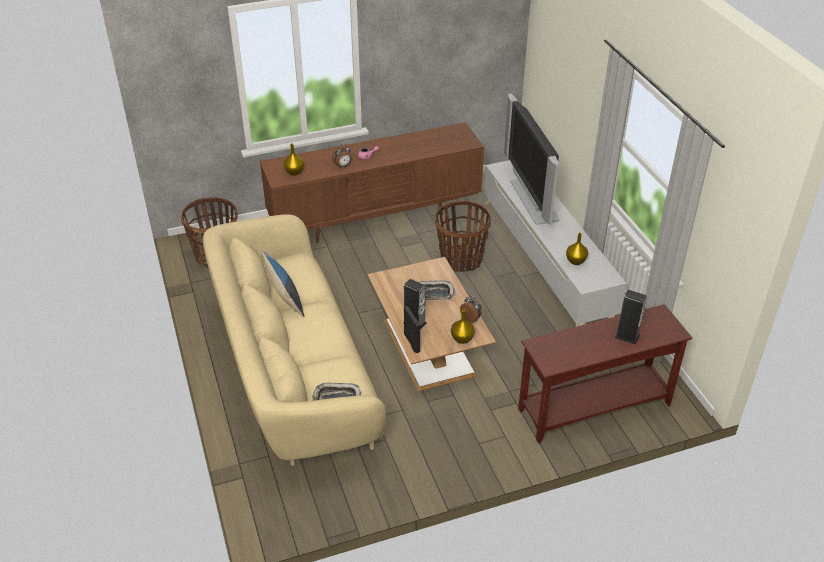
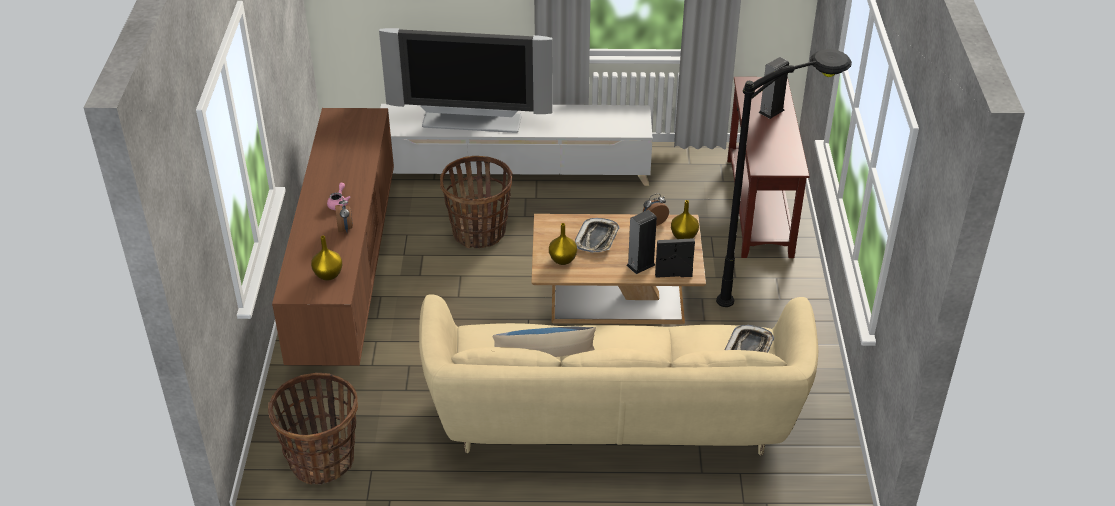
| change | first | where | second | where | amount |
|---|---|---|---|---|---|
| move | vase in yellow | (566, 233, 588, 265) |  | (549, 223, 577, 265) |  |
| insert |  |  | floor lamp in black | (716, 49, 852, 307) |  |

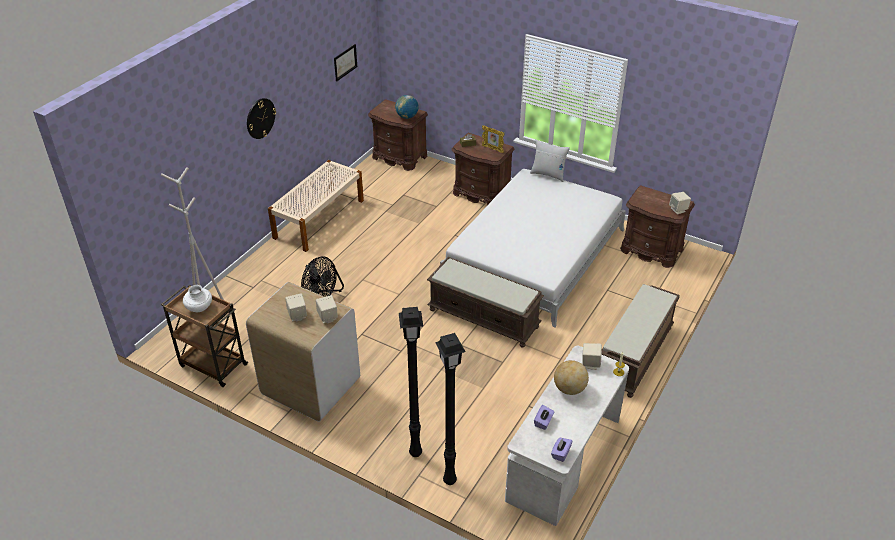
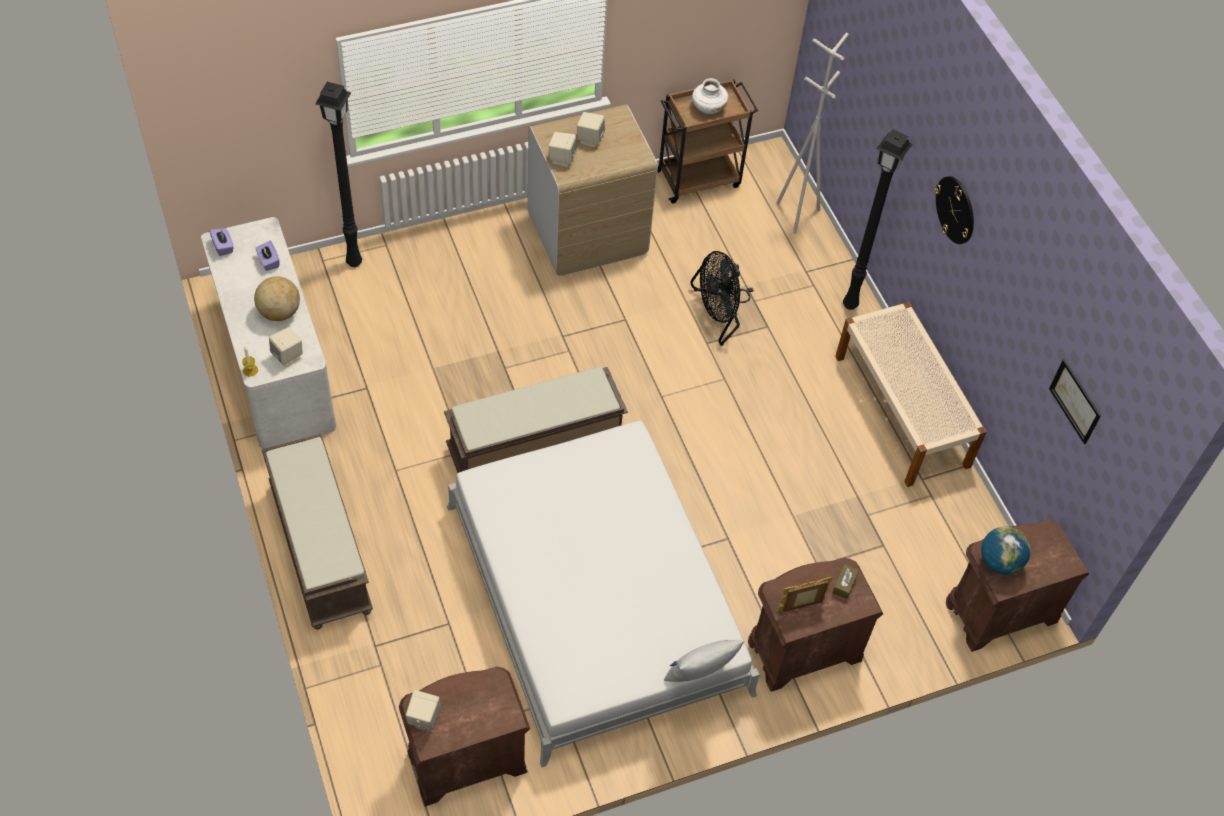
| change | first | where | second | where | amount |
|---|---|---|---|---|---|
| move | floor lamp in black | (399, 307, 423, 457) |  | (843, 129, 913, 310) |  |

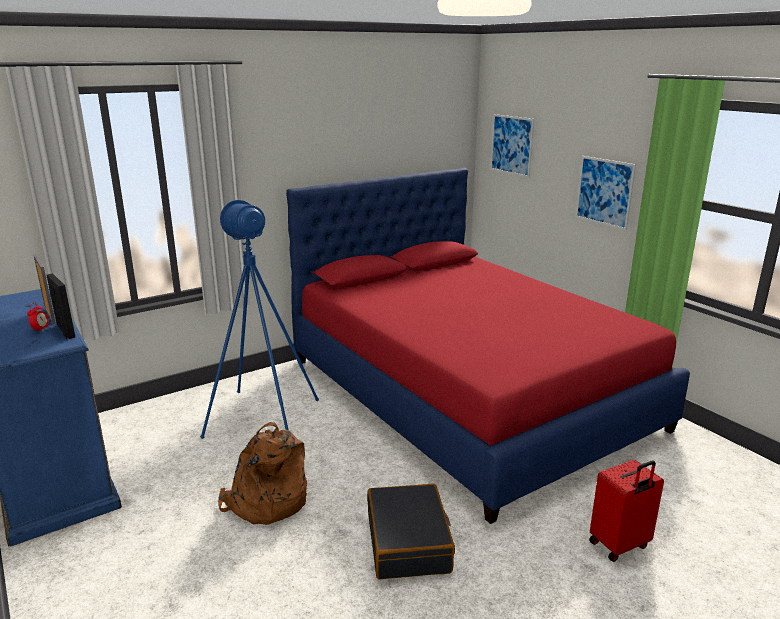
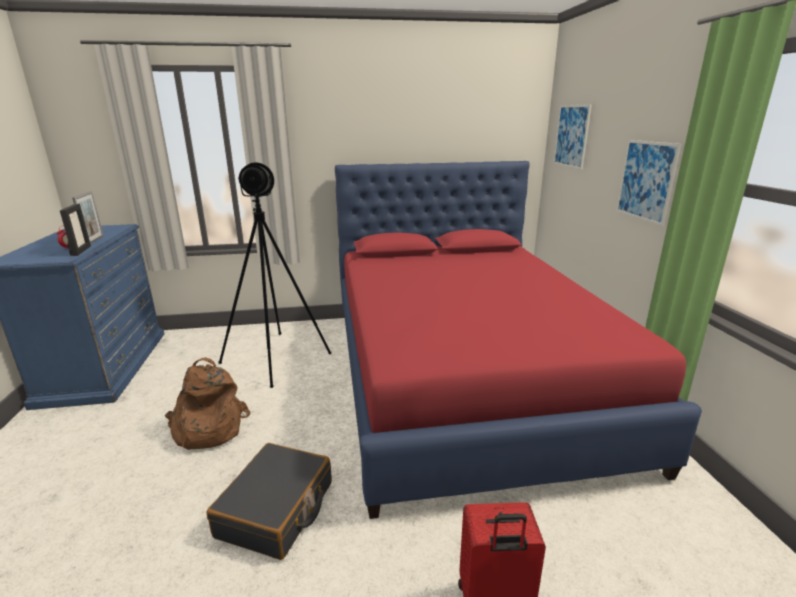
| change | first | where | second | where | amount |
|---|---|---|---|---|---|
| recolor | floor lamp in blue | (200, 200, 319, 439) | floor lamp in black | (218, 163, 331, 388) |  |

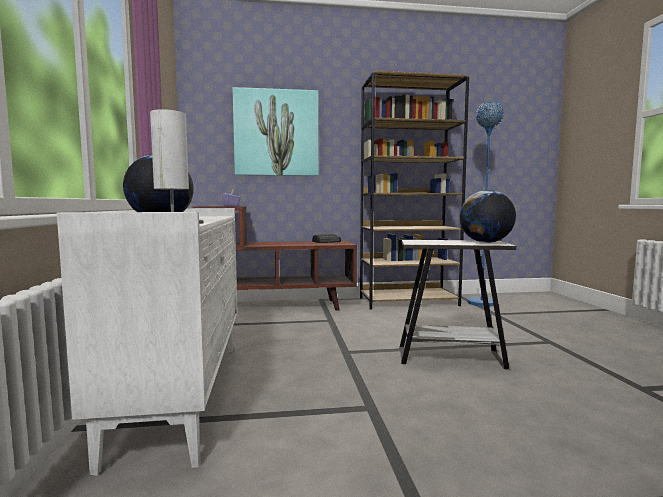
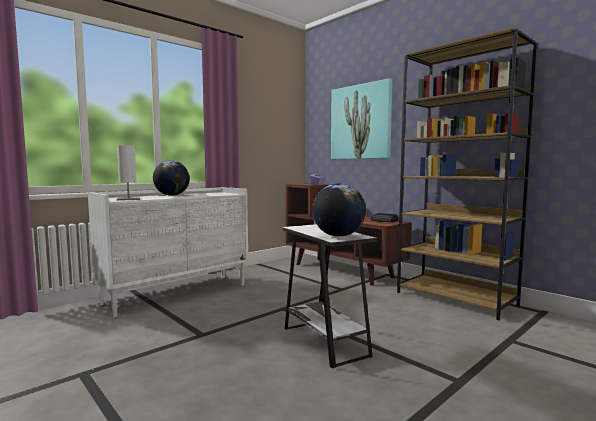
| change | first | where | second | where | amount |
|---|---|---|---|---|---|
| delete | floor lamp in blue | (467, 102, 504, 307) |  |  |  |

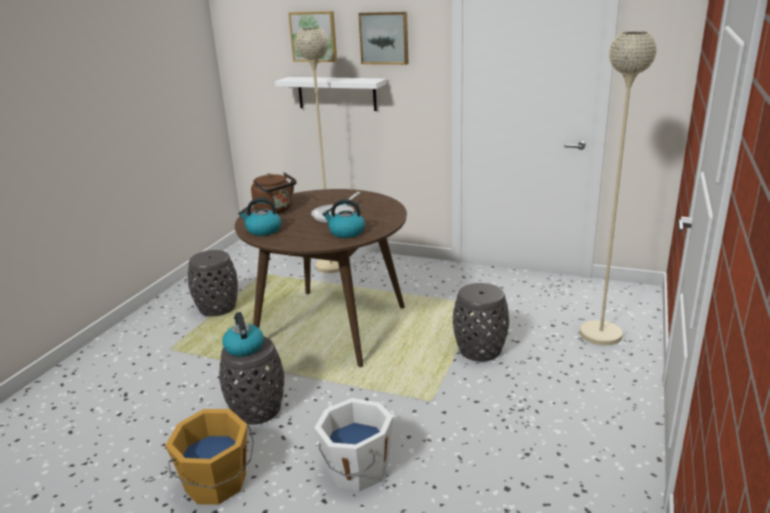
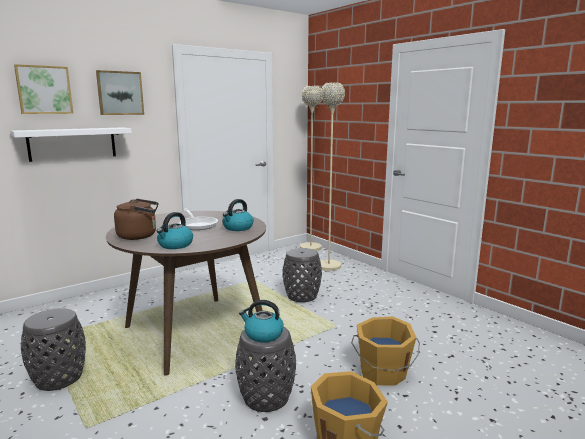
| change | first | where | second | where | amount |
|---|---|---|---|---|---|
| move | floor lamp in beige | (295, 28, 340, 273) |  | (300, 86, 322, 251) |  |
| recolor | bucket in white | (314, 398, 393, 492) | bucket in orange | (351, 316, 420, 386) |  |

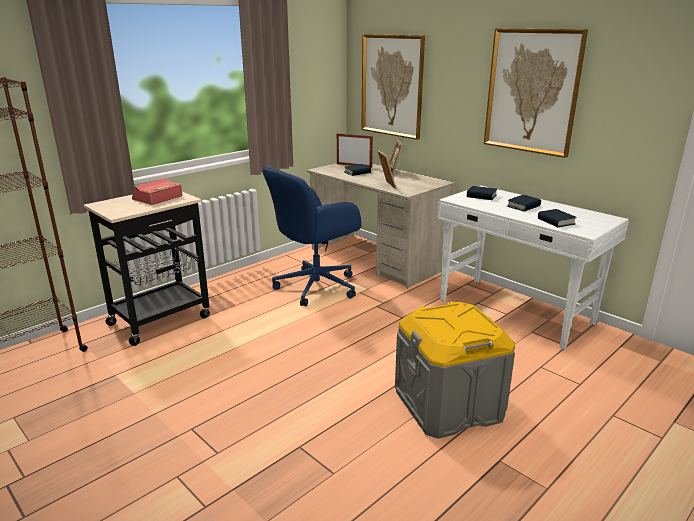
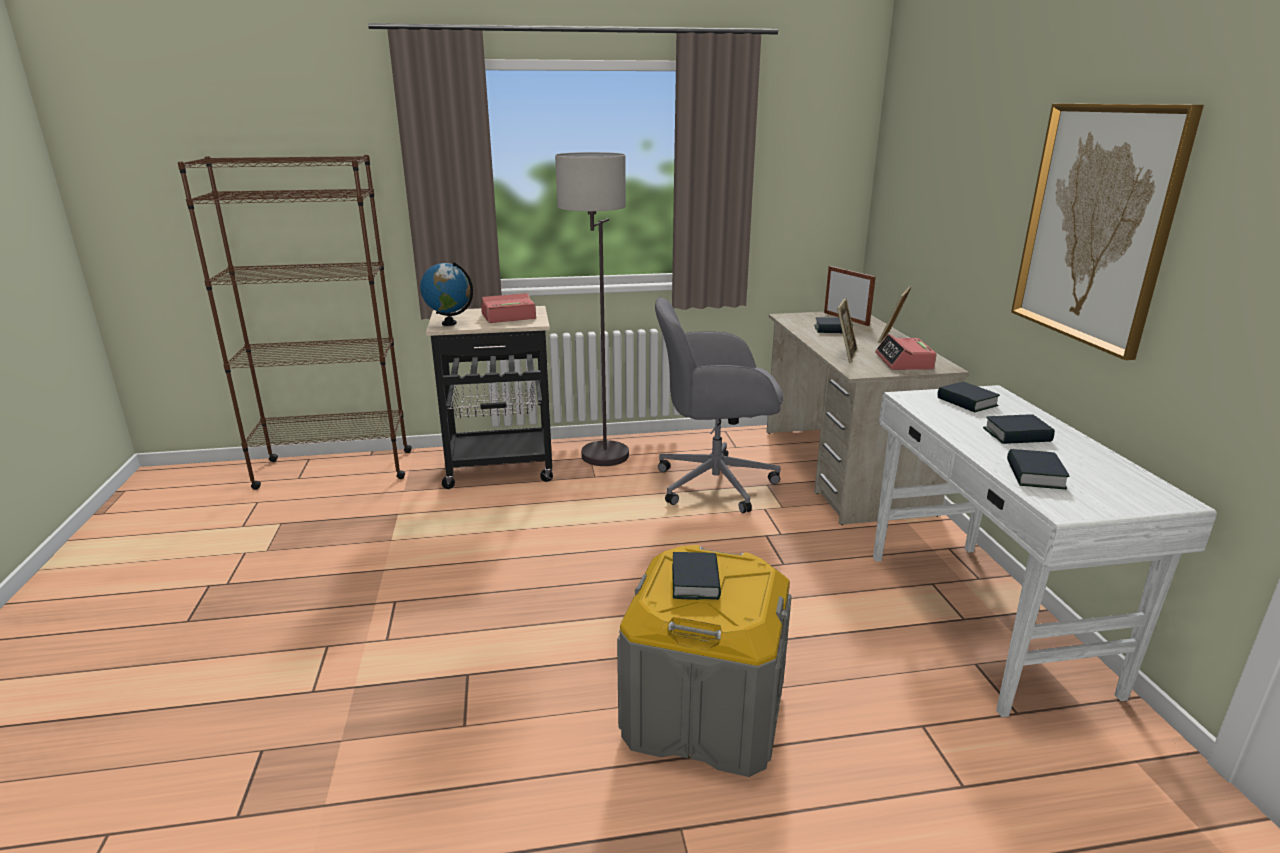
| change | first | where | second | where | amount |
|---|---|---|---|---|---|
| delete | picture | (361, 34, 425, 140) |  |  |  |
| recolor | office chair in blue | (262, 167, 362, 306) | office chair in grey | (655, 297, 783, 513) |  |
| insert |  |  | floor lamp in grey | (555, 152, 629, 466) |  |
| insert |  |  | globe | (420, 262, 473, 326) |  |
| insert |  |  | alarm clock | (875, 334, 937, 370) |  |
| insert |  |  | book | (672, 552, 721, 600) |  |

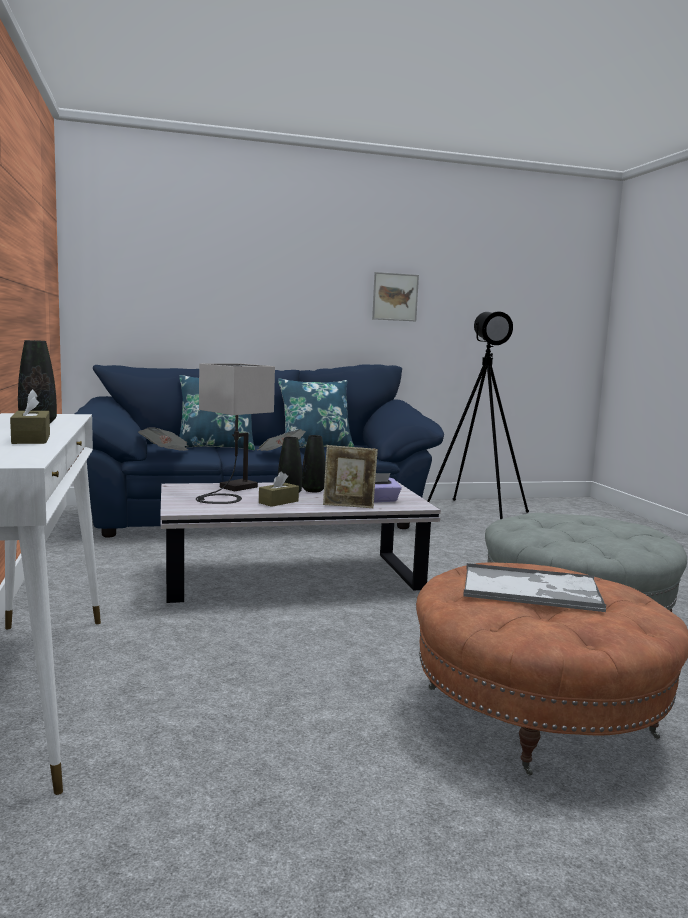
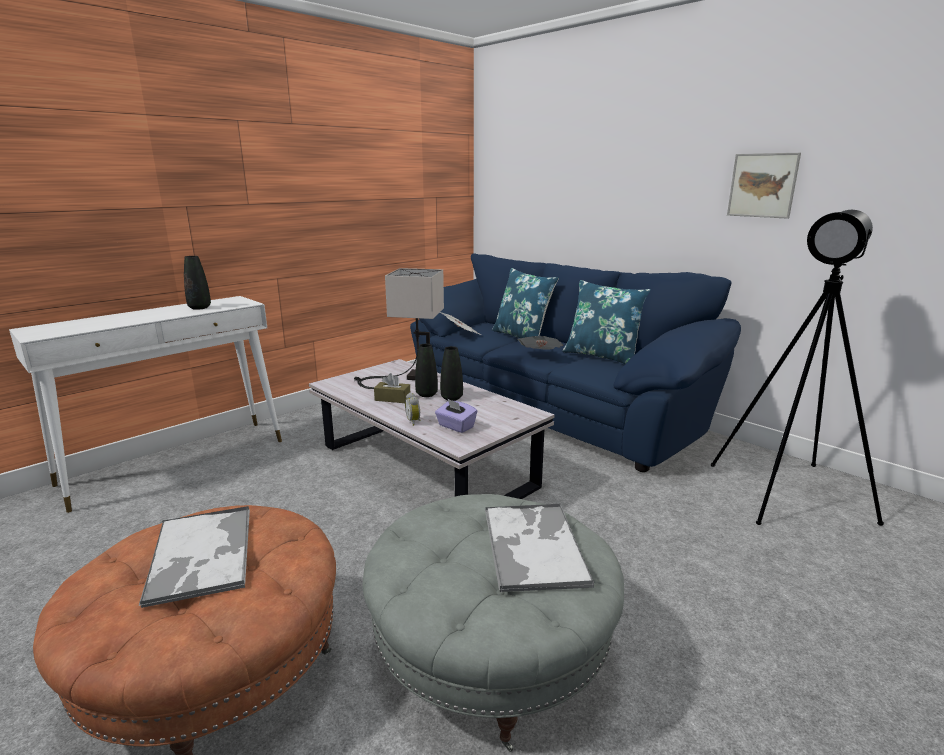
| change | first | where | second | where | amount |
|---|---|---|---|---|---|
| delete | tissue box in brown | (10, 389, 50, 444) |  |  |  |
| replace | picture frame | (323, 445, 378, 508) | alarm clock | (405, 393, 421, 426) |  |
| insert |  |  | tray | (485, 504, 594, 592) |  |

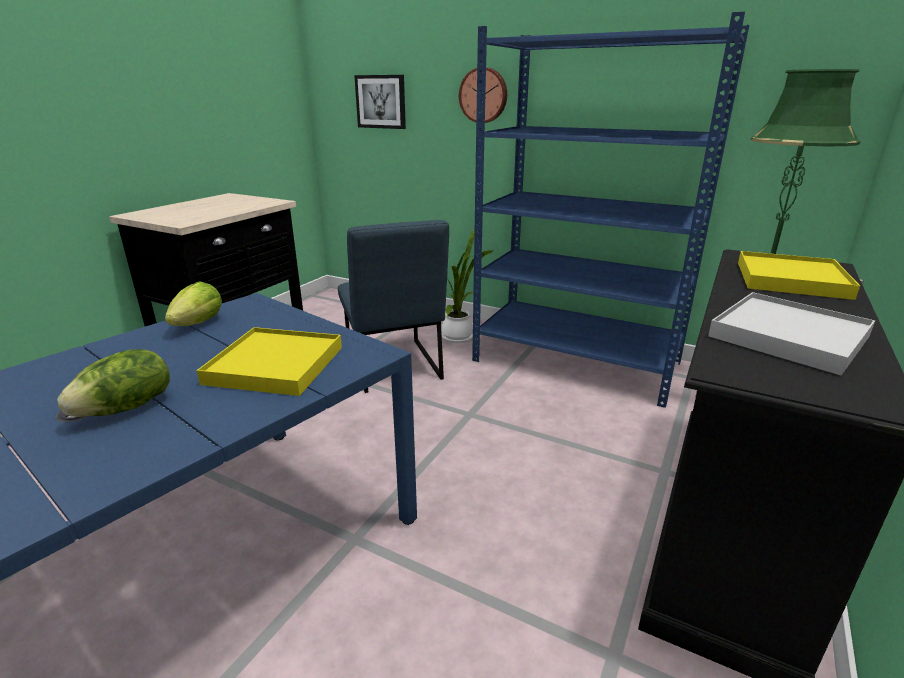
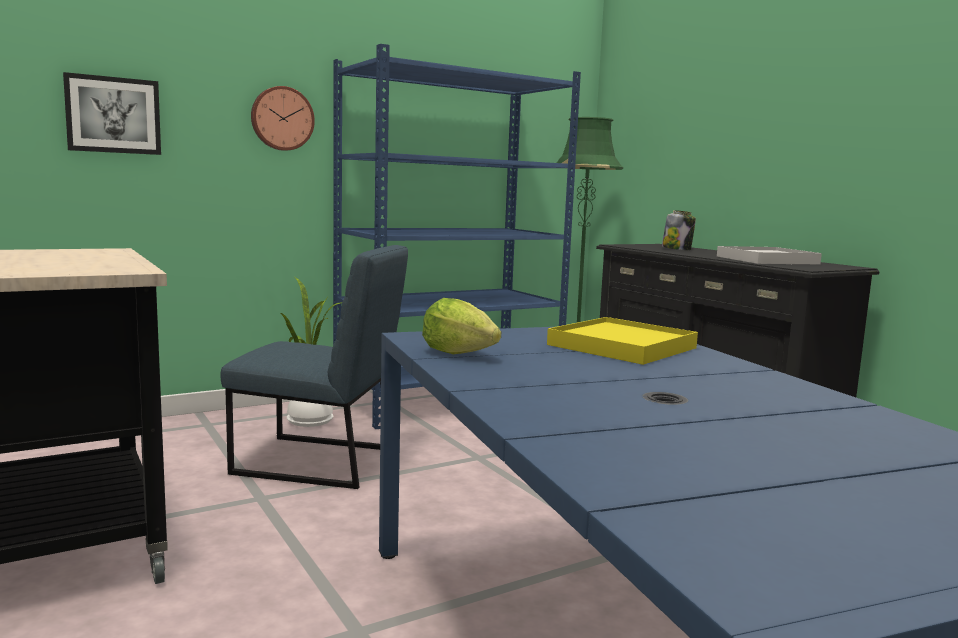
| change | first | where | second | where | amount |
|---|---|---|---|---|---|
| replace | tray in yellow | (738, 251, 860, 300) | jar | (662, 210, 696, 250) |  |
| delete | lettuce | (57, 349, 170, 417) |  |  |  |

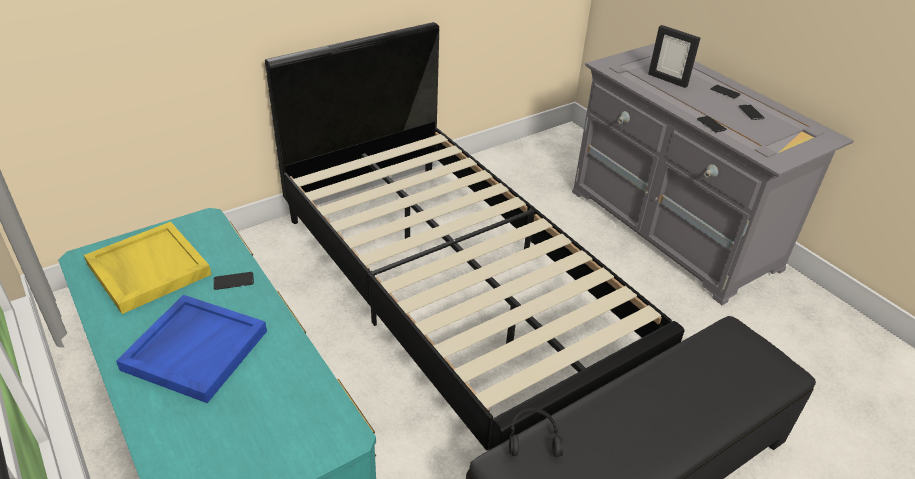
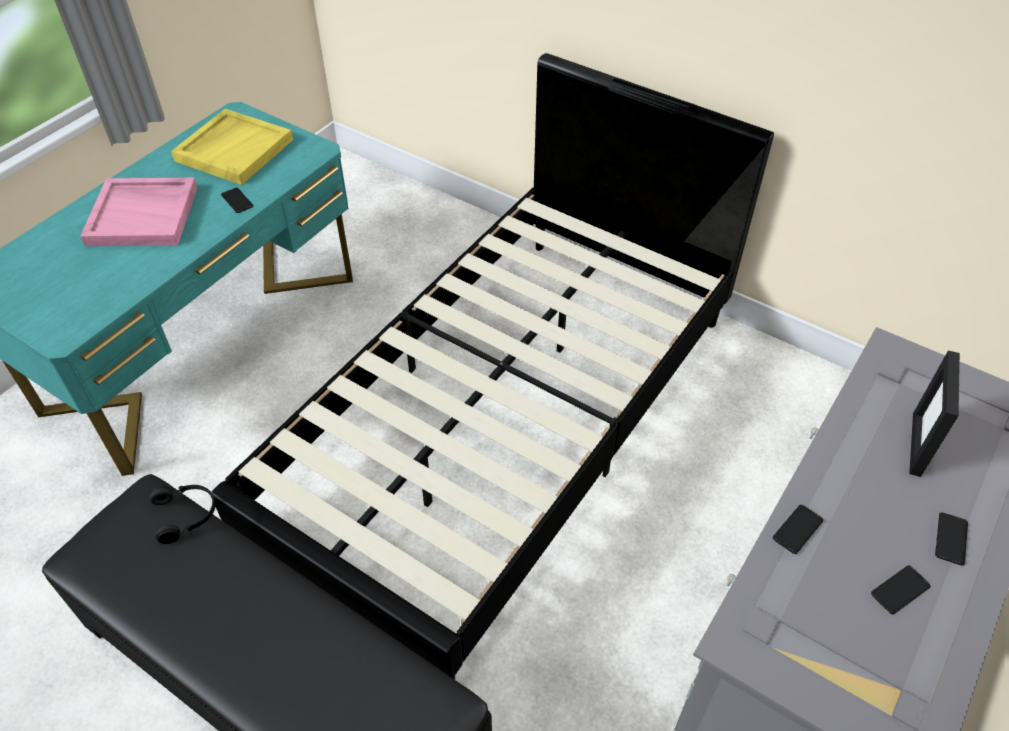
| change | first | where | second | where | amount |
|---|---|---|---|---|---|
| recolor | tray in blue | (116, 295, 267, 403) | tray in pink | (80, 178, 198, 246) |  |

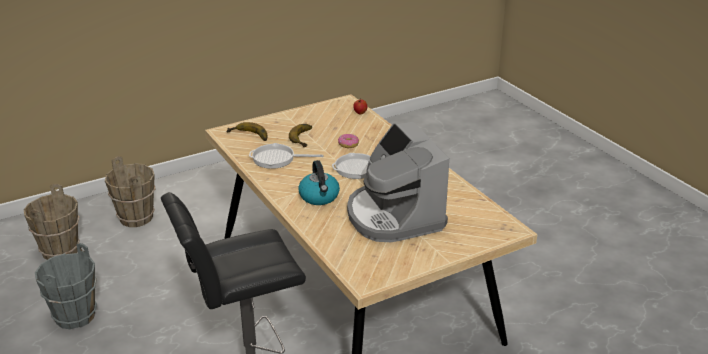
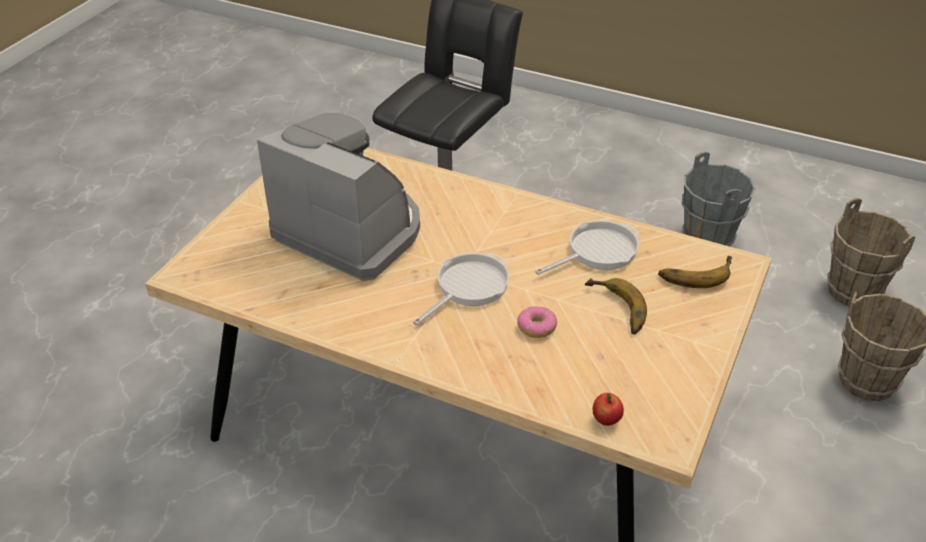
| change | first | where | second | where | amount |
|---|---|---|---|---|---|
| delete | kettle | (298, 160, 340, 205) |  |  |  |

